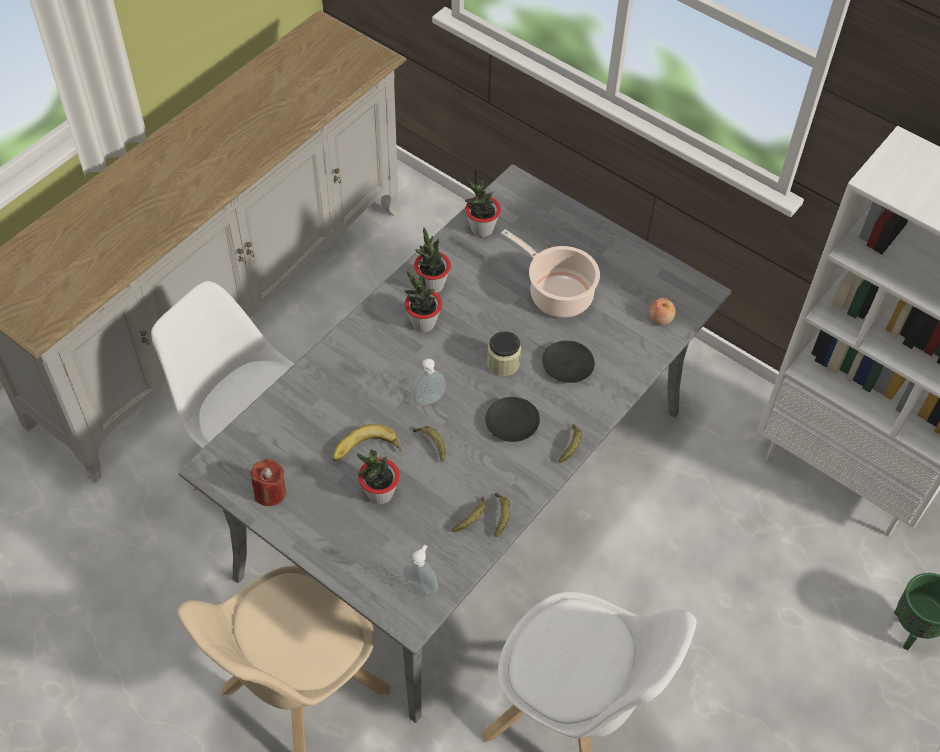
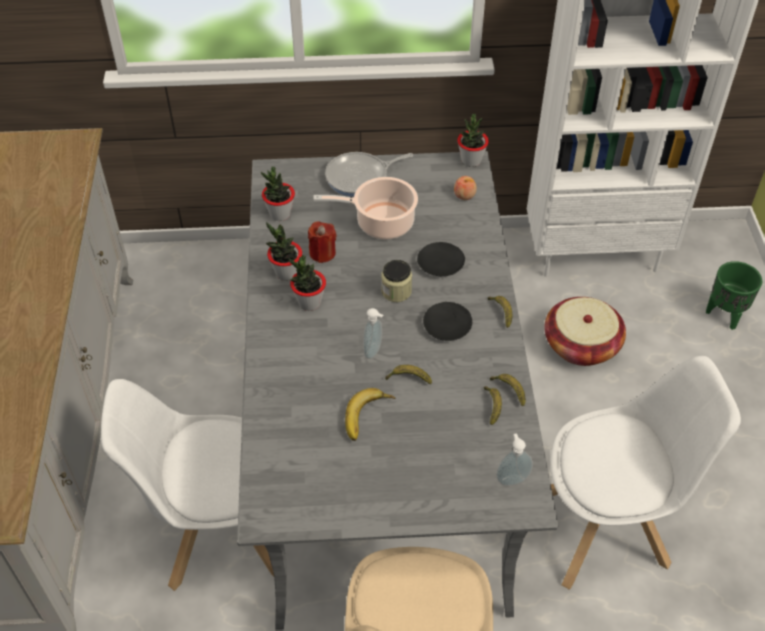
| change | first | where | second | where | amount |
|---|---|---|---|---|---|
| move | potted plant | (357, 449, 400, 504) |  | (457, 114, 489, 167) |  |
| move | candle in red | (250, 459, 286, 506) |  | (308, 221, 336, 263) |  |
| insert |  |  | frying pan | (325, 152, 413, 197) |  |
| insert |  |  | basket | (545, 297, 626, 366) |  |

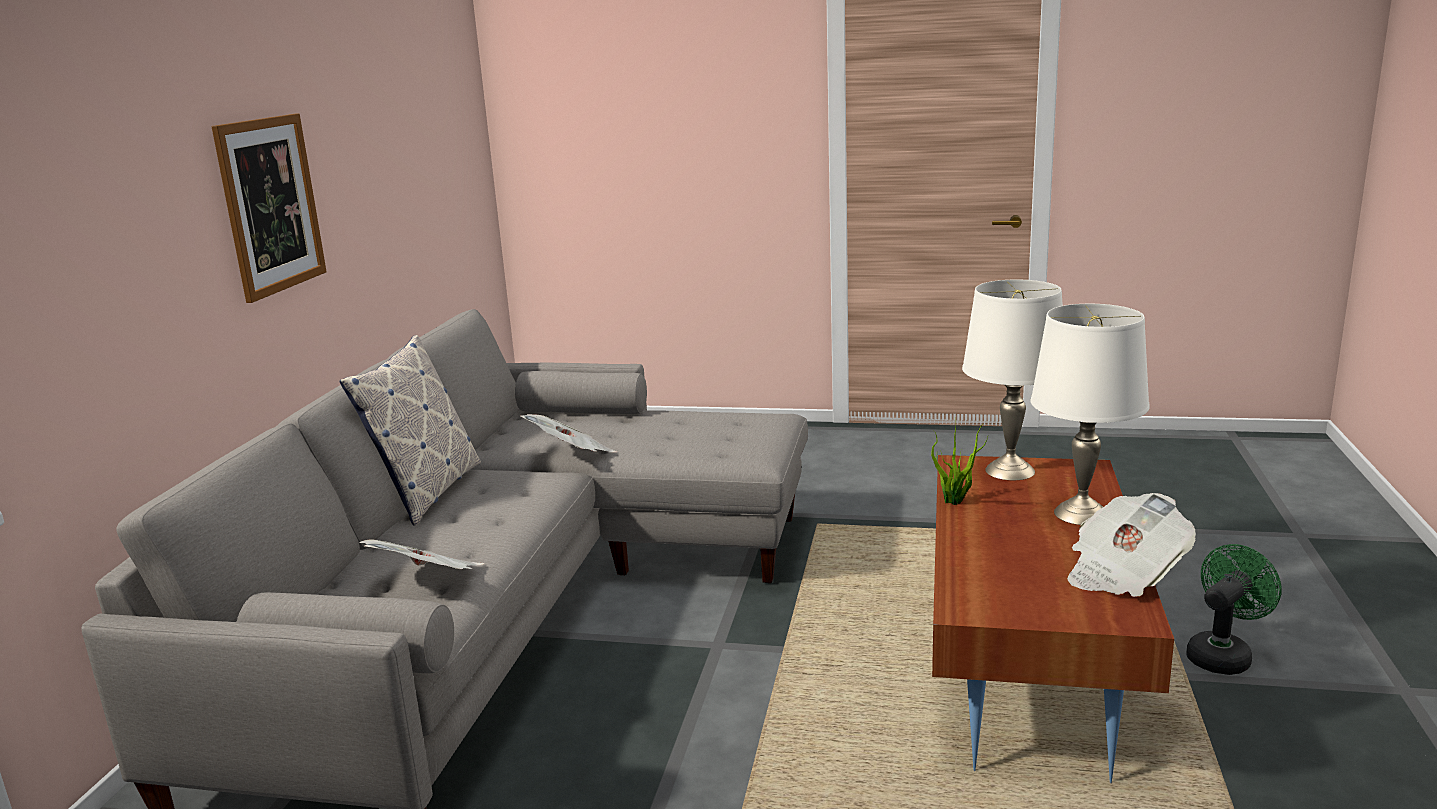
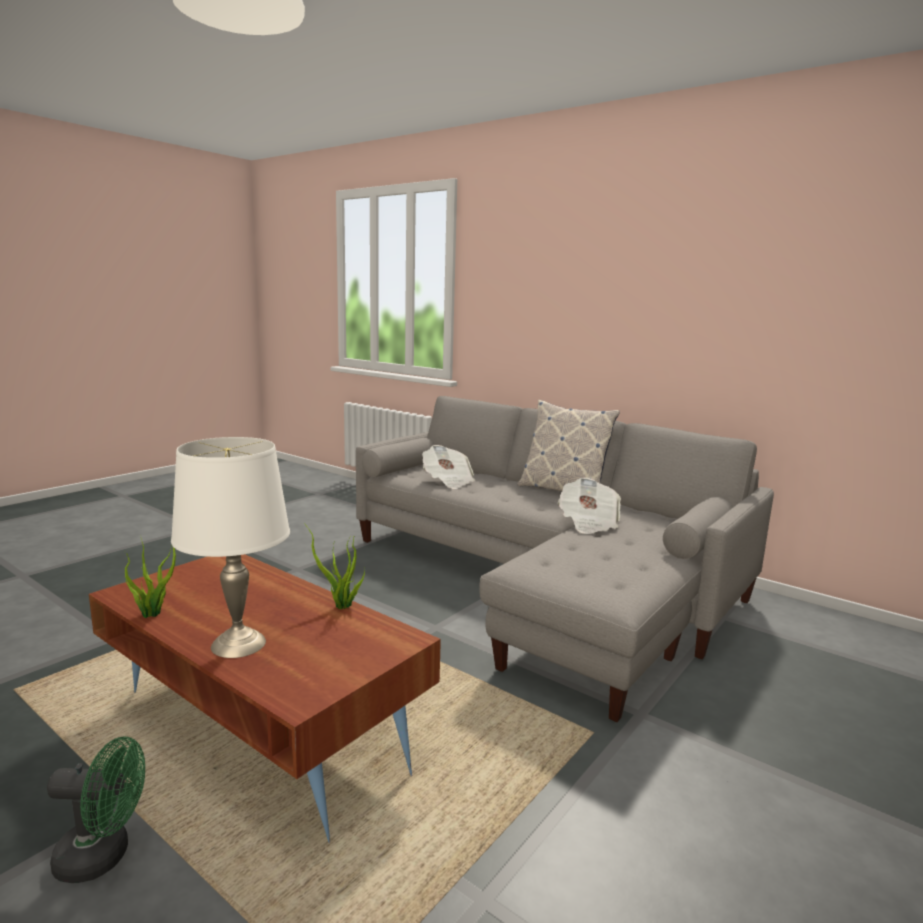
| change | first | where | second | where | amount |
|---|---|---|---|---|---|
| delete | picture | (212, 113, 327, 303) |  |  |  |
| delete | table lamp in white | (962, 280, 1063, 480) |  |  |  |
| replace | newspaper | (1067, 493, 1196, 597) | potted plant | (125, 535, 176, 618) |  |
| rotate | fan in green | (1186, 544, 1282, 675) |  | (47, 736, 145, 883) | 75 degrees counterclockwise |

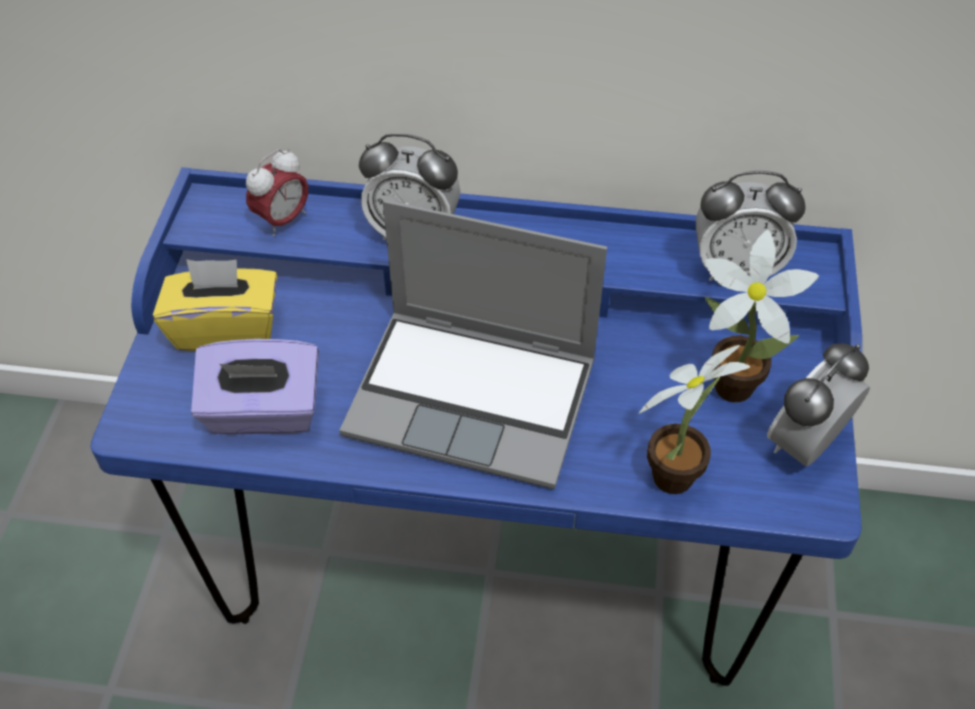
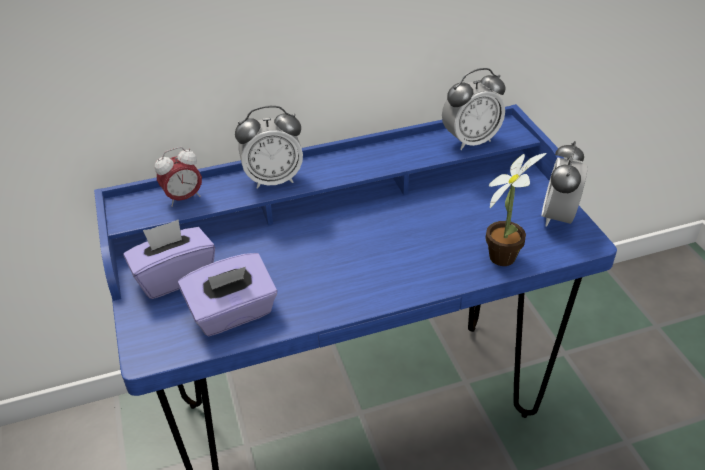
| change | first | where | second | where | amount |
|---|---|---|---|---|---|
| rotate | alarm clock | (246, 149, 308, 236) |  | (155, 147, 202, 207) | 45 degrees clockwise |
| delete | laptop | (339, 200, 607, 489) |  |  |  |
| delete | potted plant | (705, 230, 819, 403) |  |  |  |
| recolor | tissue box in yellow | (153, 259, 277, 351) | tissue box in purple | (123, 220, 215, 299) |  |

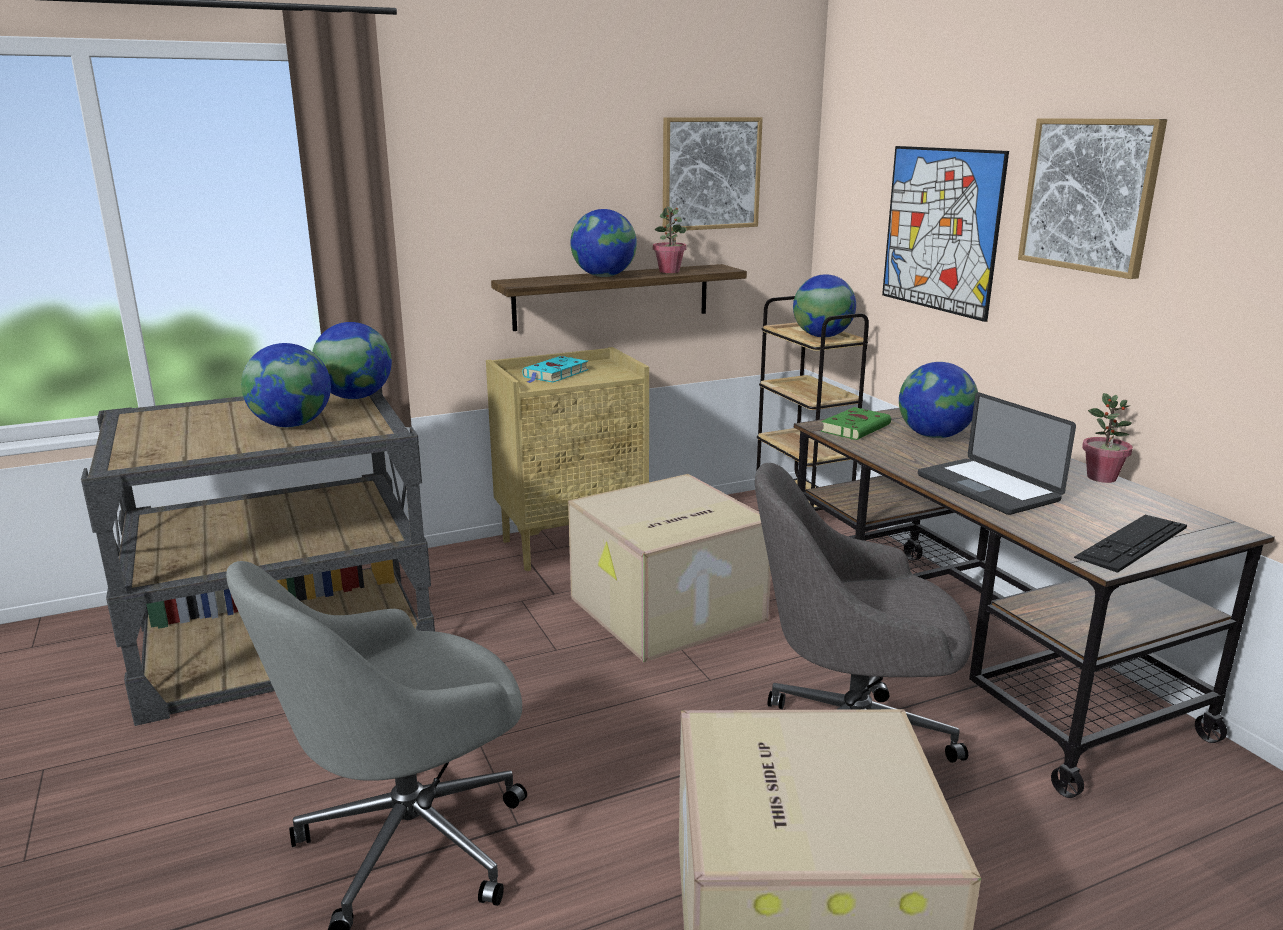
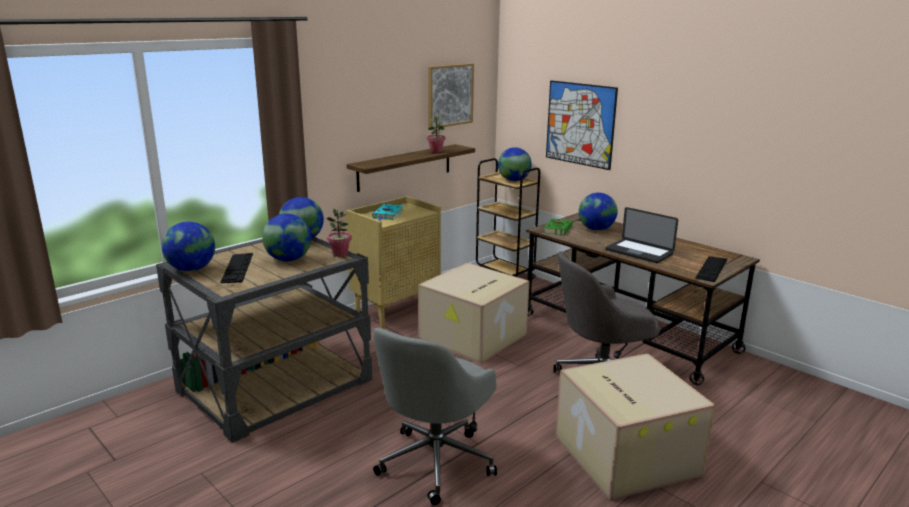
| change | first | where | second | where | amount |
|---|---|---|---|---|---|
| delete | picture | (1018, 118, 1167, 279) |  |  |  |
| move | globe | (570, 209, 637, 277) |  | (162, 221, 215, 271) |  |
| move | potted plant | (1082, 393, 1133, 483) |  | (326, 209, 352, 257) |  |
| insert |  |  | keyboard | (220, 253, 253, 283) |  |

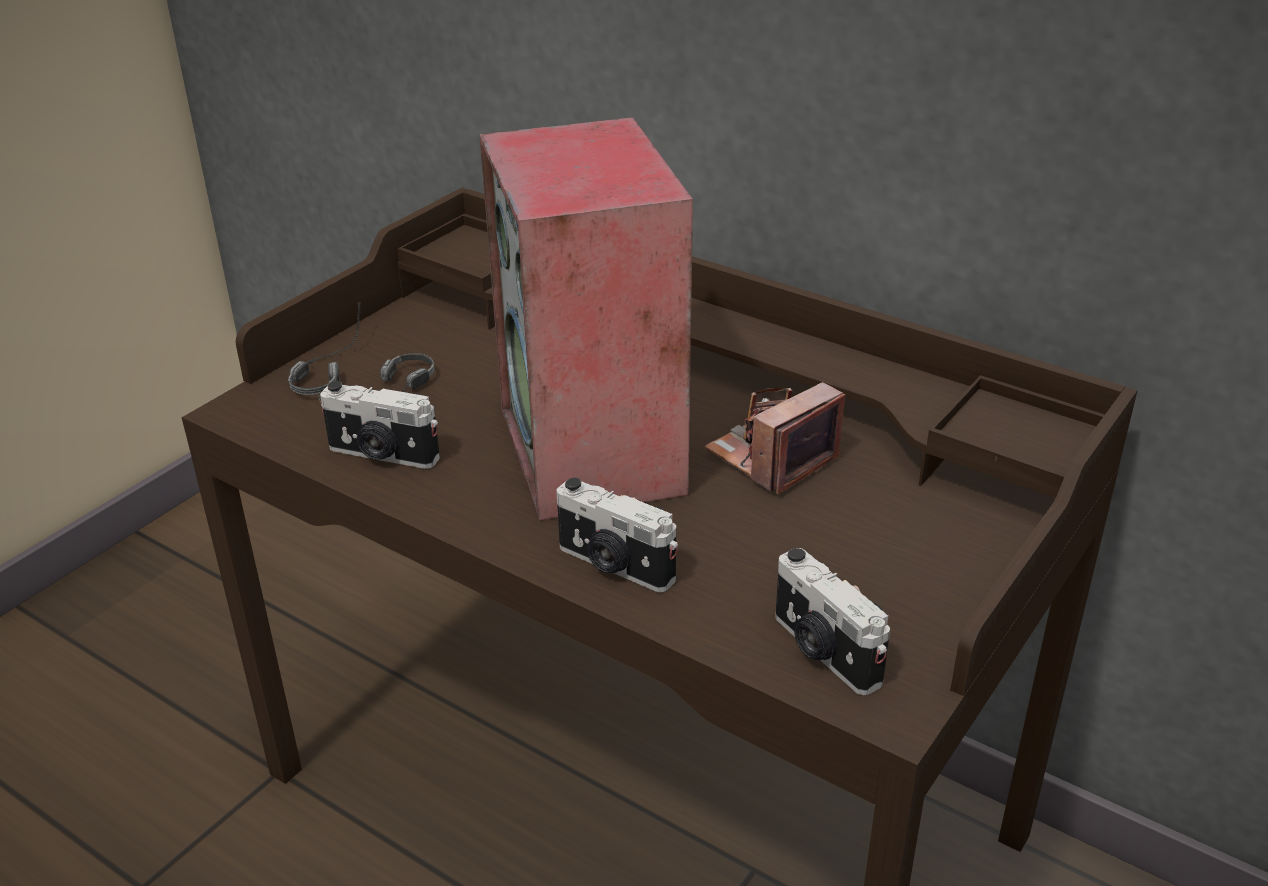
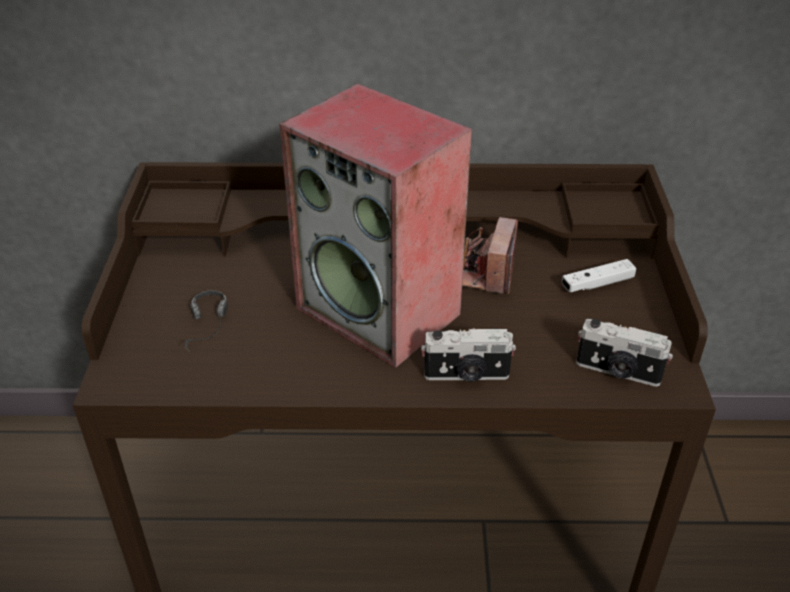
| change | first | where | second | where | amount |
|---|---|---|---|---|---|
| delete | headphones | (288, 302, 361, 395) |  |  |  |
| delete | photo camera | (320, 381, 440, 469) |  |  |  |
| insert |  |  | game controller in white | (562, 259, 636, 292) |  |

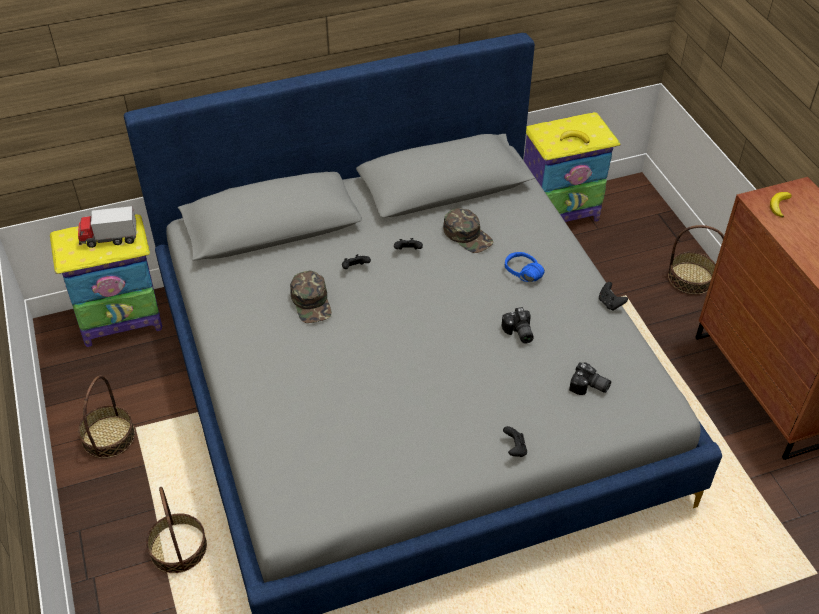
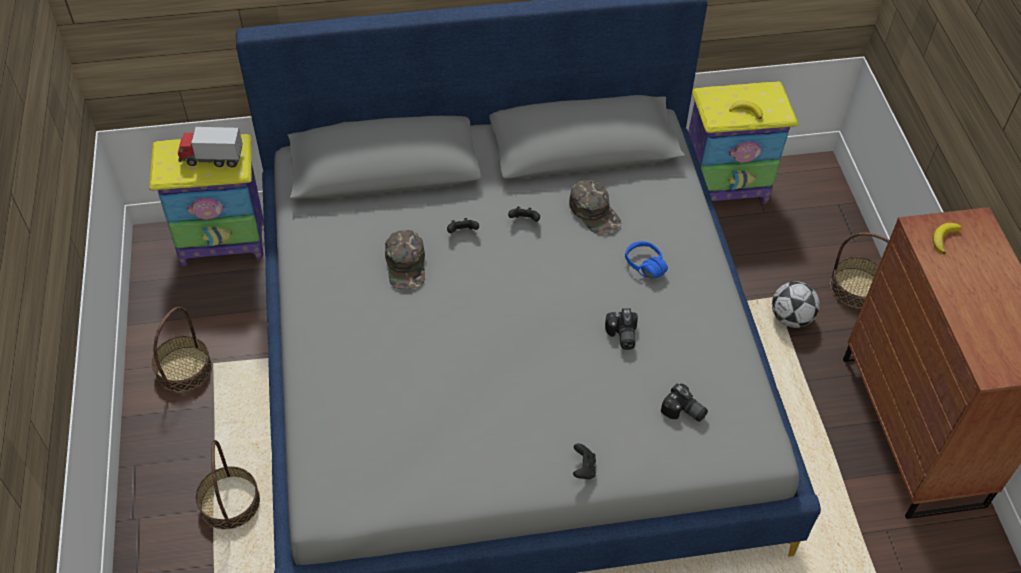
| change | first | where | second | where | amount |
|---|---|---|---|---|---|
| delete | game controller in black | (599, 282, 628, 311) |  |  |  |
| insert |  |  | football | (772, 281, 820, 328) |  |

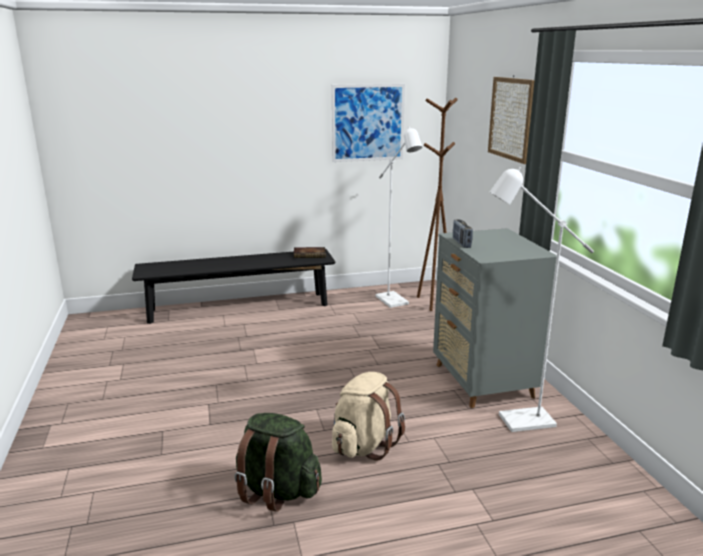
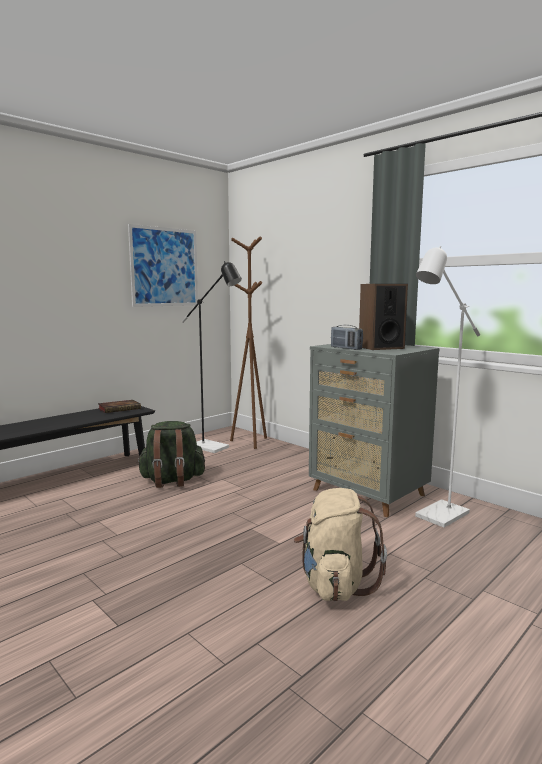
| change | first | where | second | where | amount |
|---|---|---|---|---|---|
| delete | picture | (488, 75, 534, 164) |  |  |  |
| recolor | floor lamp in white | (376, 127, 422, 308) | floor lamp in black | (182, 261, 242, 453) |  |
| move | backpack in green | (235, 413, 322, 512) |  | (137, 421, 205, 488) |  |
| insert |  |  | speaker | (359, 284, 408, 350) |  |

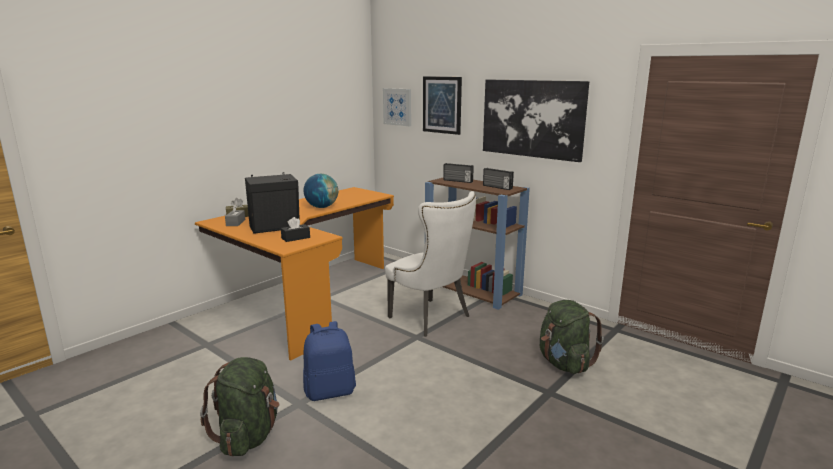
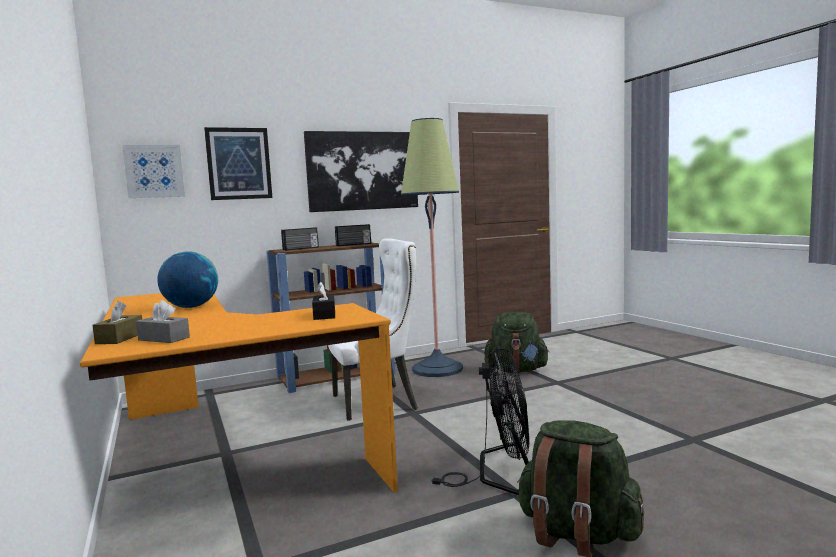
| change | first | where | second | where | amount |
|---|---|---|---|---|---|
| delete | speaker in black | (245, 172, 300, 234) |  |  |  |
| replace | backpack in blue | (303, 321, 356, 401) | fan in black | (430, 346, 529, 495) |  |
| insert |  |  | floor lamp | (401, 118, 463, 377) |  |

